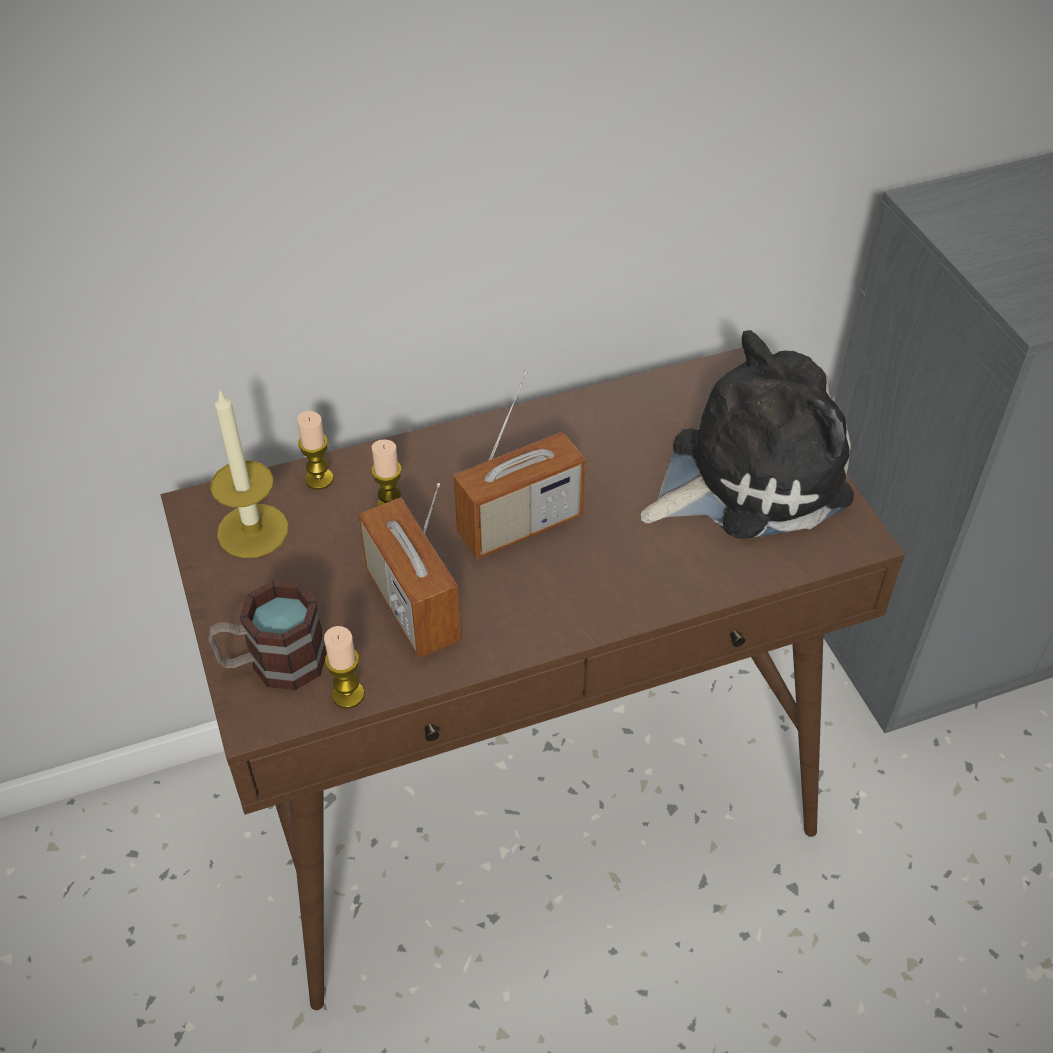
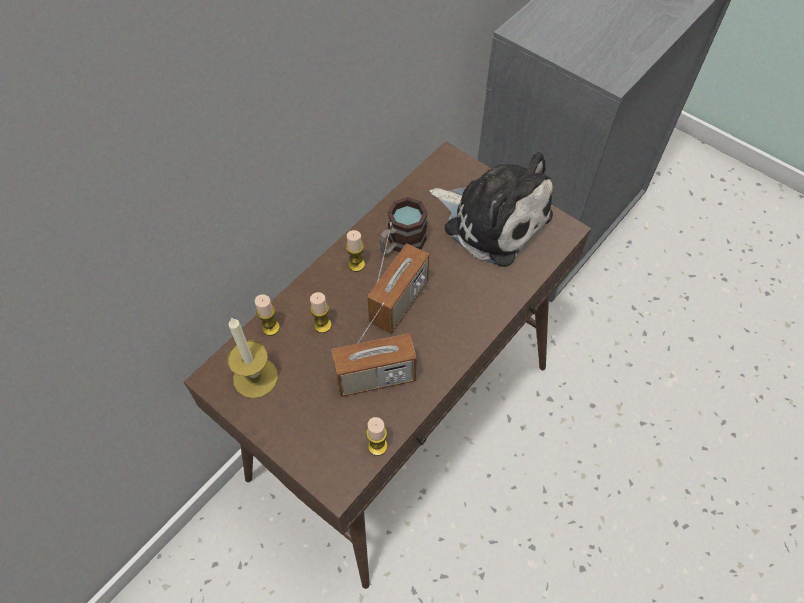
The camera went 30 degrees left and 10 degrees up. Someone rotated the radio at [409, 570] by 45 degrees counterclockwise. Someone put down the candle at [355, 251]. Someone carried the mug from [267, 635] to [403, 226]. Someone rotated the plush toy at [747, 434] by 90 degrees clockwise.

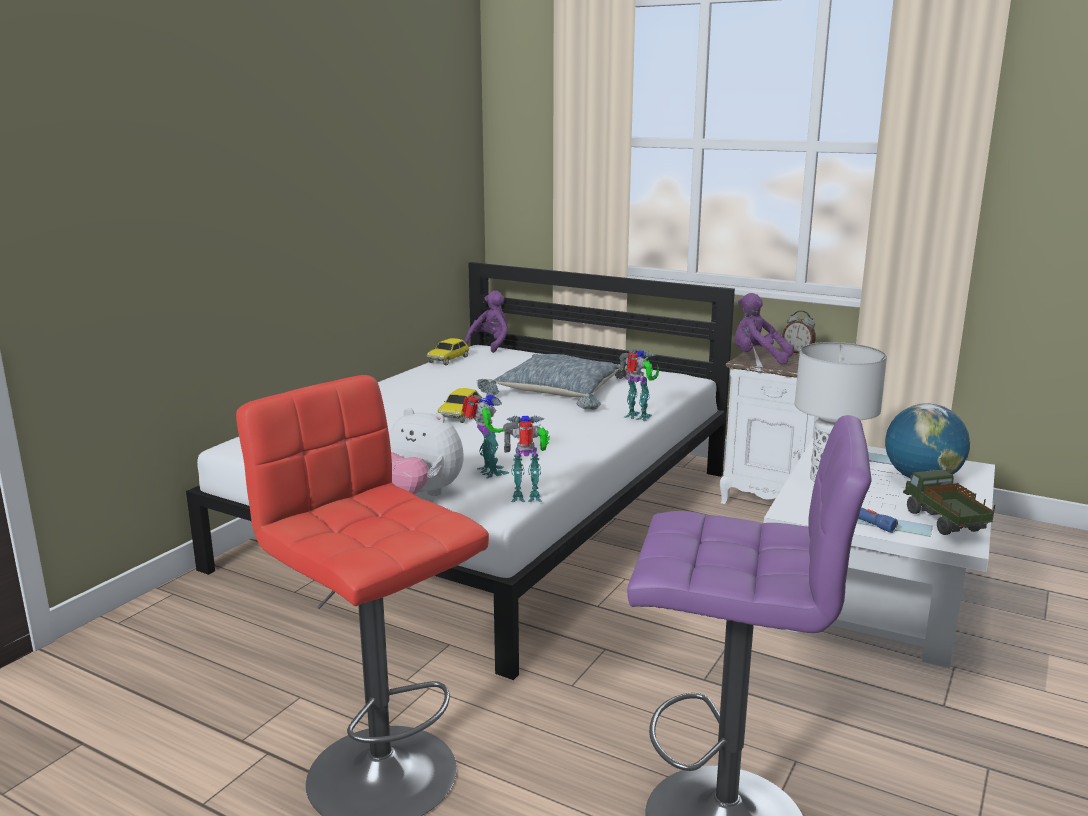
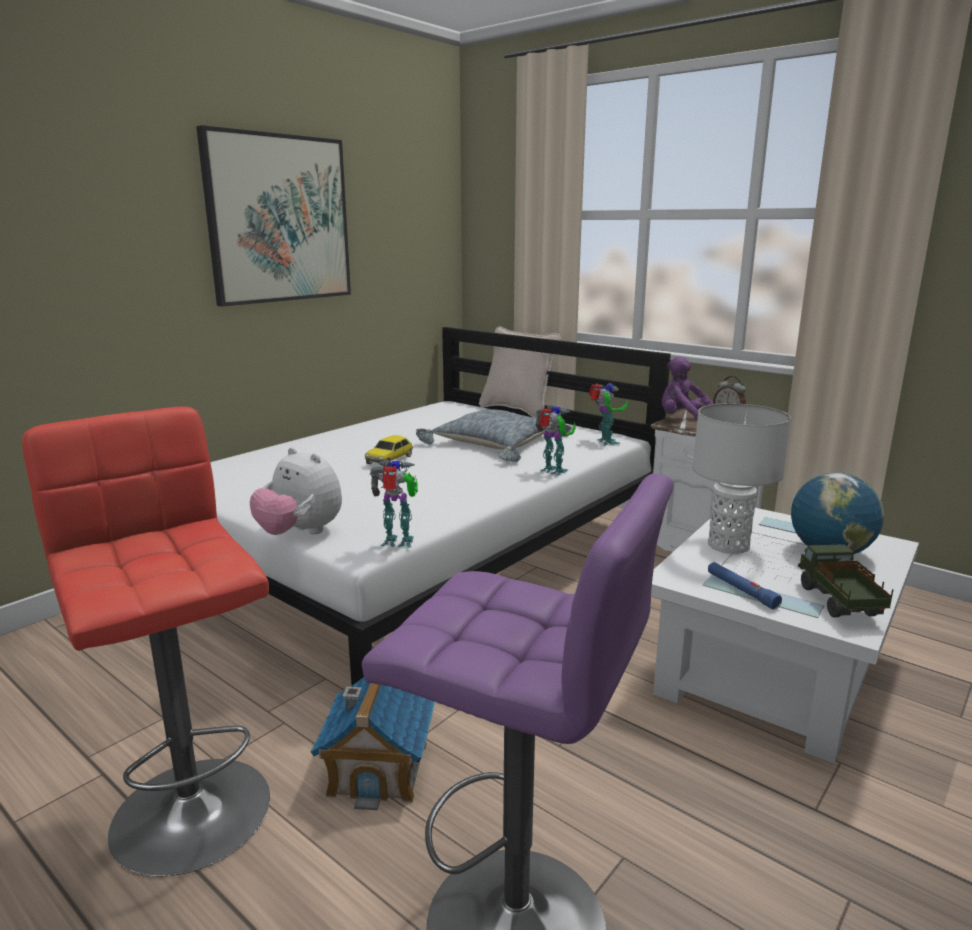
The camera went 10 degrees right and 0 degrees up. Someone put up the picture at [273, 216]. Someone put down the toy house at [373, 743]. Someone put down the beige pillow at [520, 372]. Someone carried the toy robot from [486, 435] to [608, 414]. Someone took away the toy car at [448, 351]. Someone took away the purple plush toy at [486, 321].

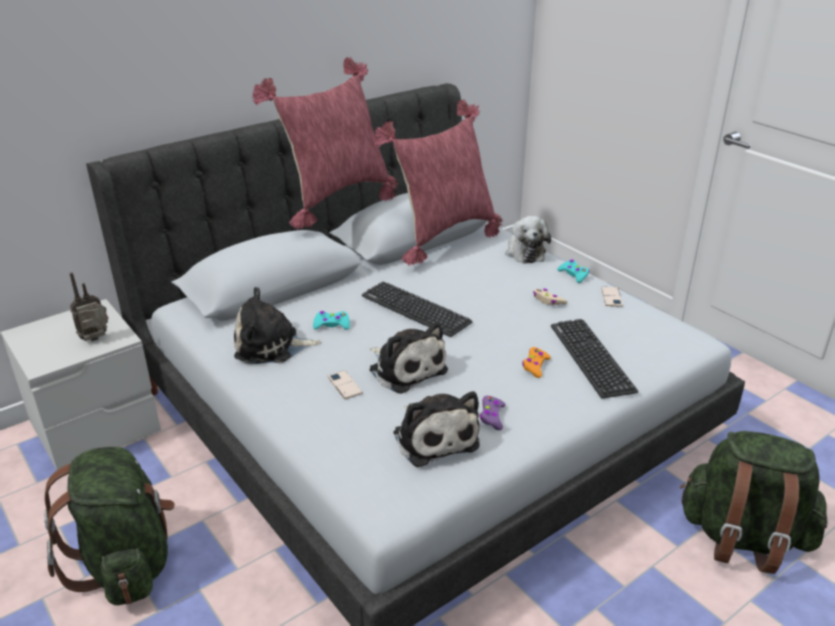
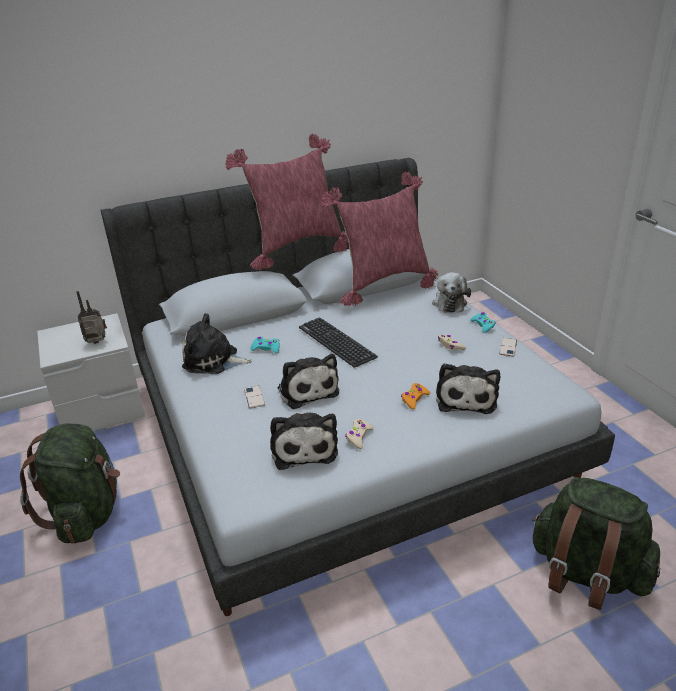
The camera went 15 degrees right and 0 degrees up. Someone repainted the purple game controller at [493, 413], which became the beige game controller at [359, 434]. Someone swapped the keyboard at [594, 359] for the plush toy at [468, 388].

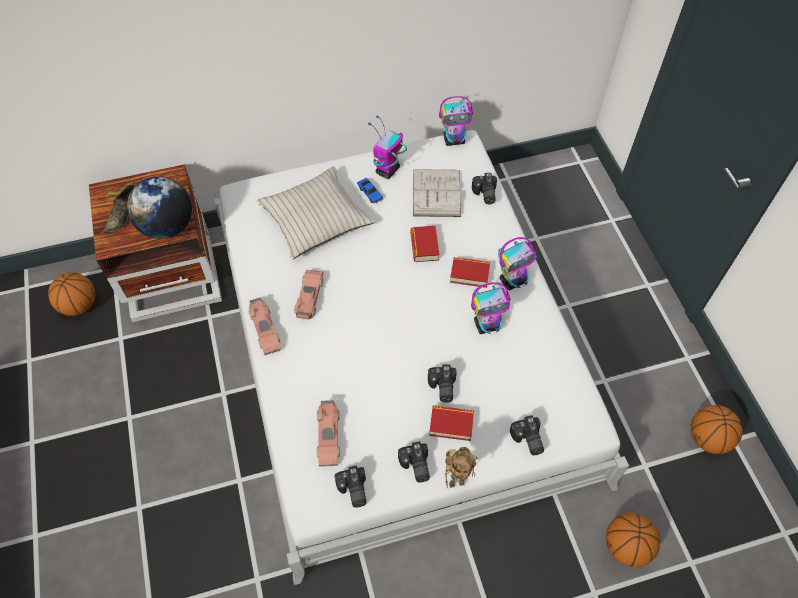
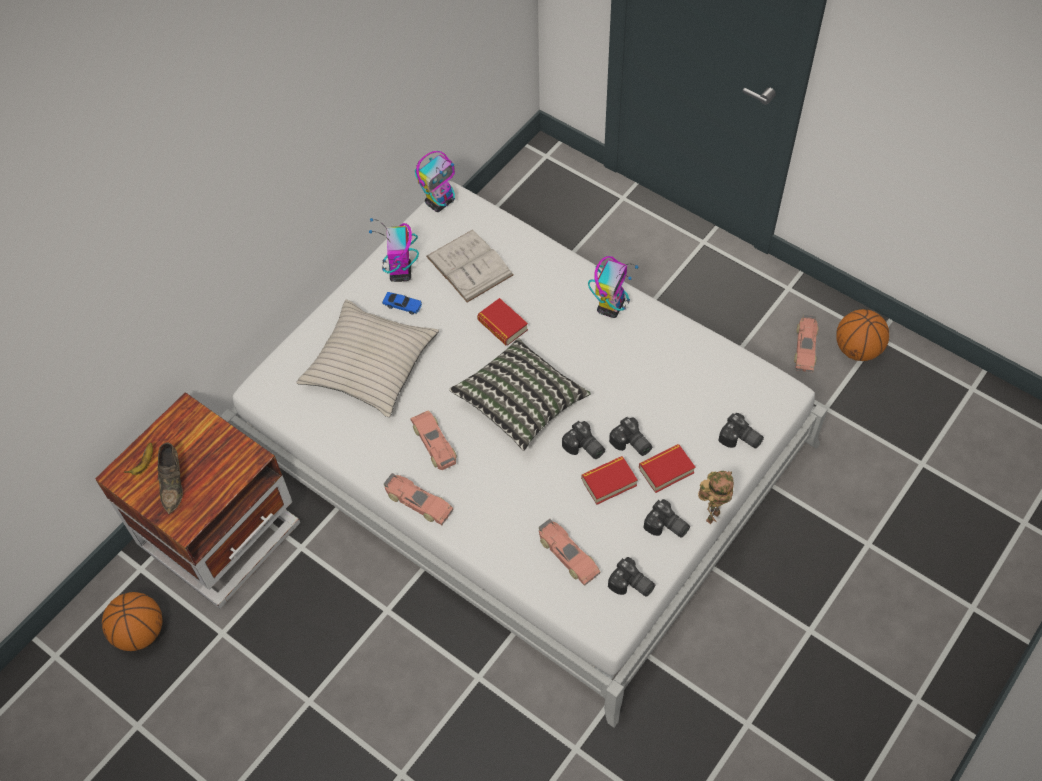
The camera went 35 degrees left and 0 degrees up. Someone put down the pillow at [520, 394]. Someone carried the photo camera from [484, 188] to [583, 440]. Someone carried the book from [470, 272] to [609, 480]. Someone put down the toy car at [806, 343]. Someone took away the globe at [159, 207]. Someone took away the toy robot at [491, 308]. Someone took away the basketball at [633, 540].

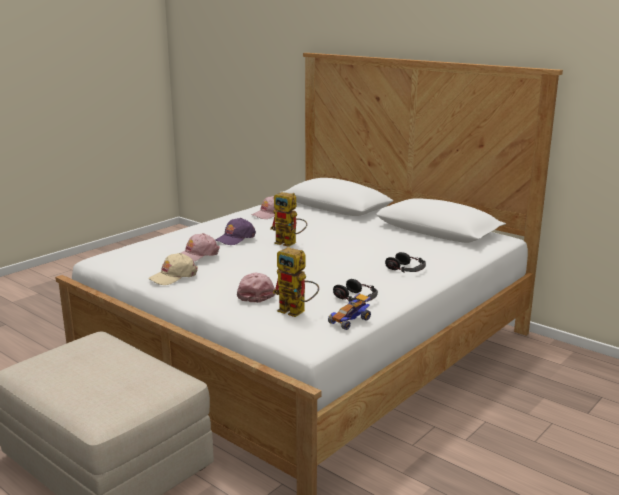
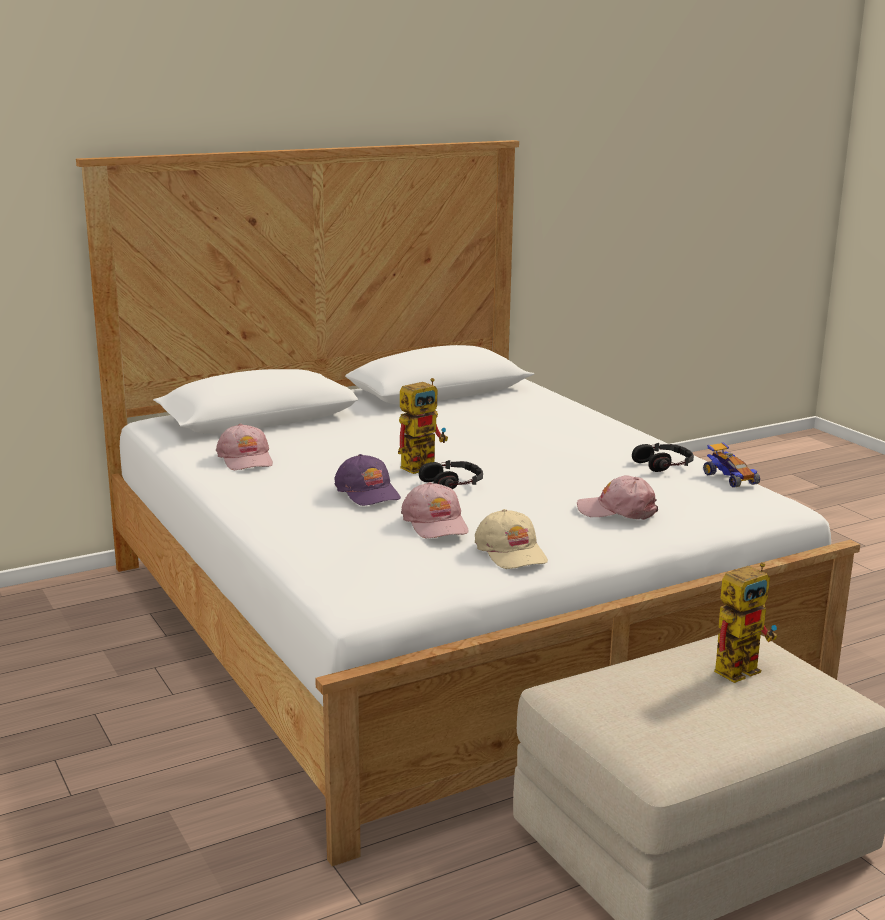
The camera went 70 degrees left and 0 degrees up. Someone carried the headphones from [405, 262] to [451, 474]. Someone carried the toy robot from [296, 282] to [746, 622].

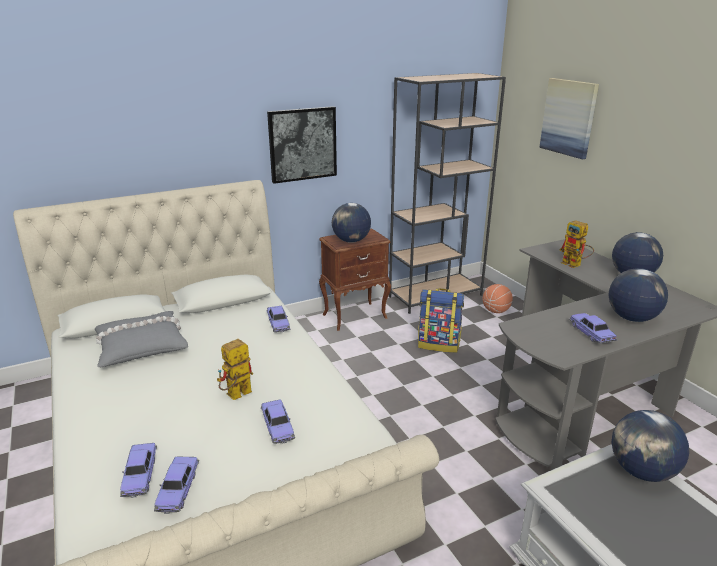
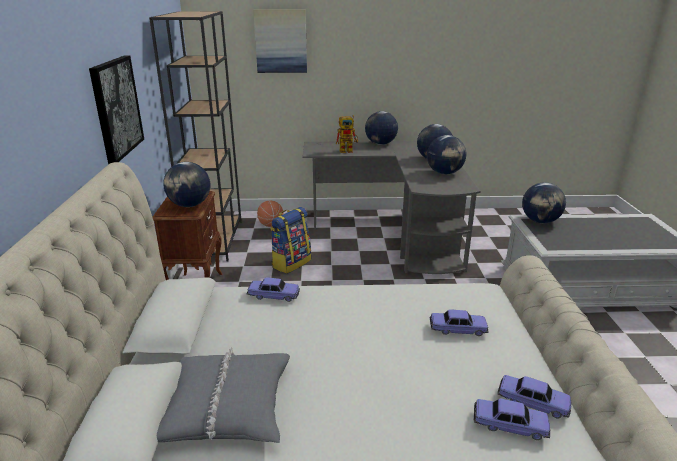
The camera went 65 degrees left and 0 degrees up. Someone swapped the toy car at [593, 328] for the globe at [446, 155]. Someone took away the toy robot at [235, 369].

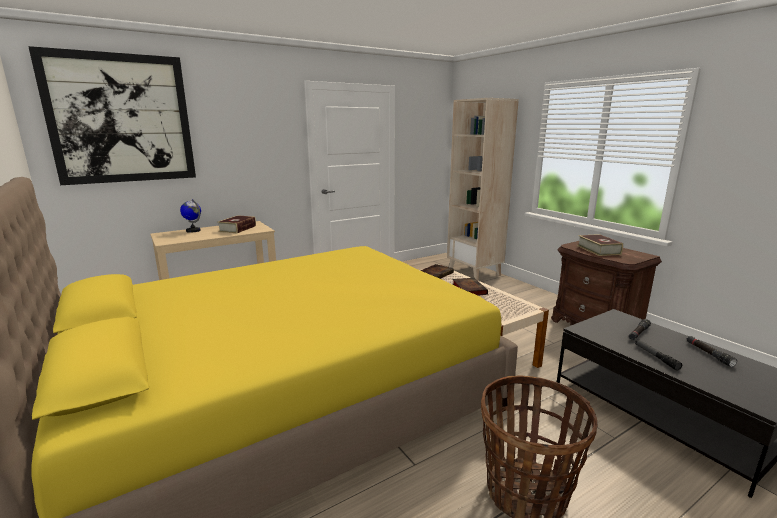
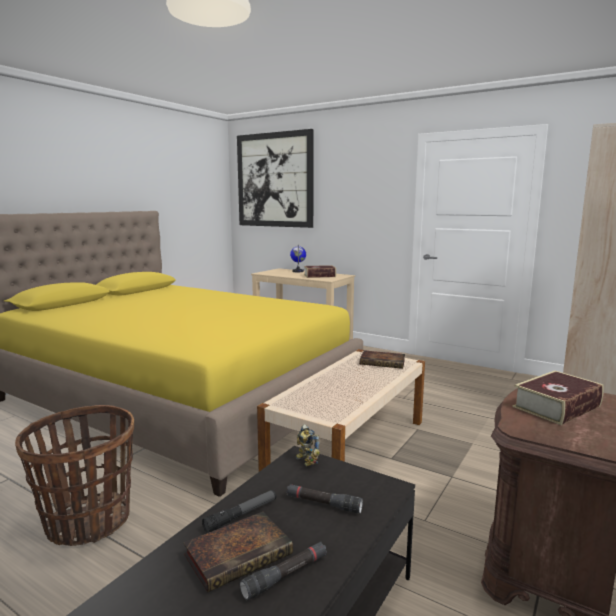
The camera went 65 degrees right and 5 degrees down. Someone carried the book from [470, 287] to [238, 552]. Someone put down the toy robot at [307, 445].

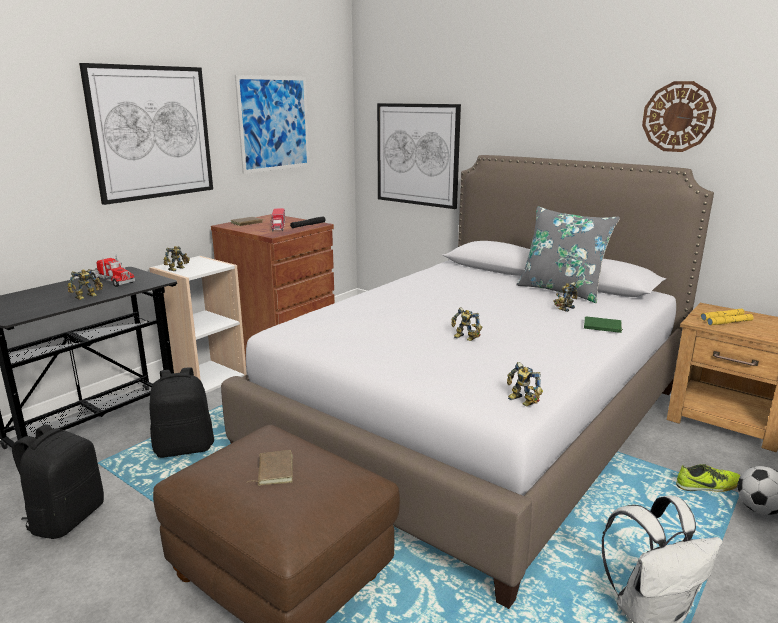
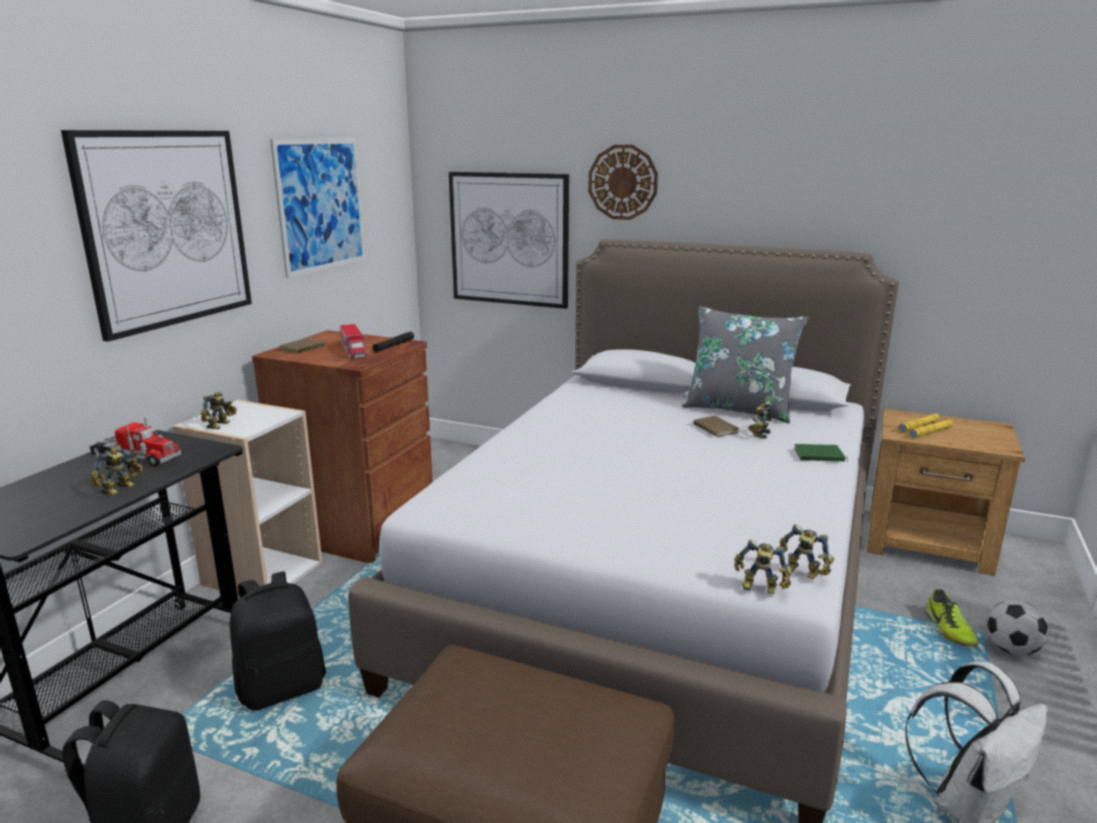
The camera went 15 degrees left and 0 degrees up. Someone carried the wall clock from [679, 116] to [623, 182]. Someone carried the brown book from [269, 467] to [716, 426]. Someone carried the toy robot from [467, 324] to [763, 566]. Someone rotated the shoe at [708, 478] by 105 degrees clockwise.

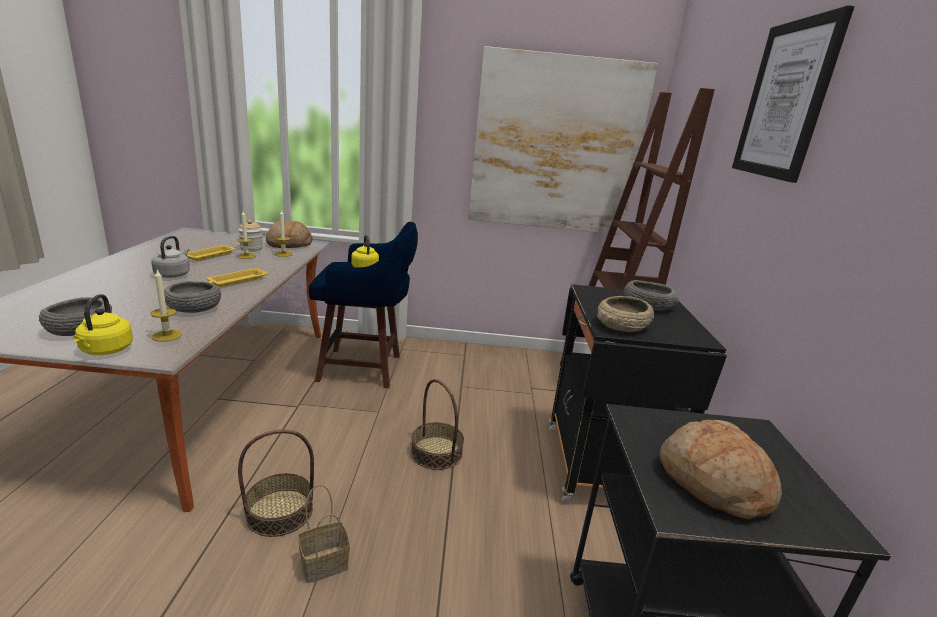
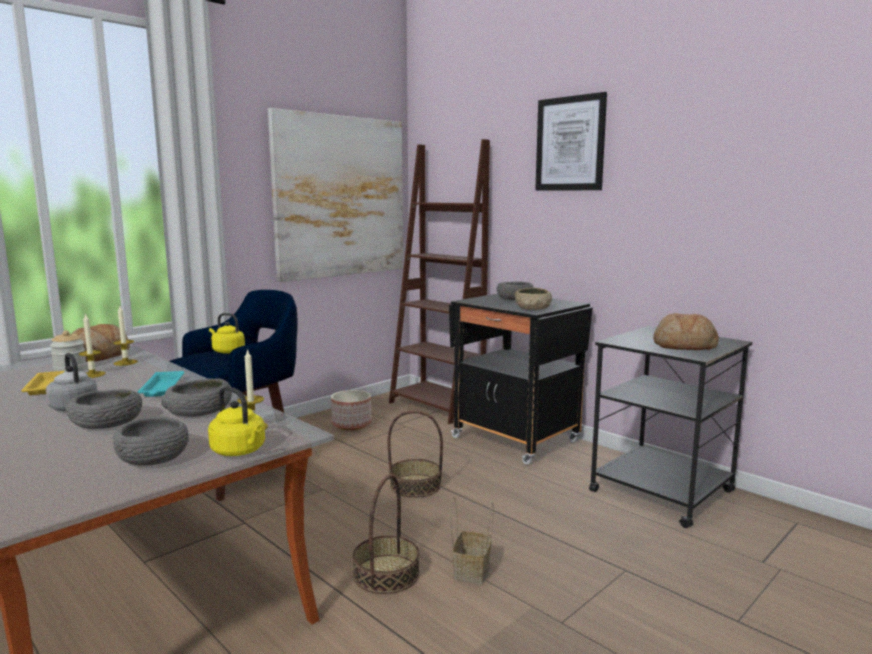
The camera went 45 degrees left and 10 degrees down. Someone put down the grey bowl at [103, 409]. Someone repainted the yellow tray at [237, 277], which became the turquoise tray at [161, 384]. Someone put down the planter at [351, 410].

